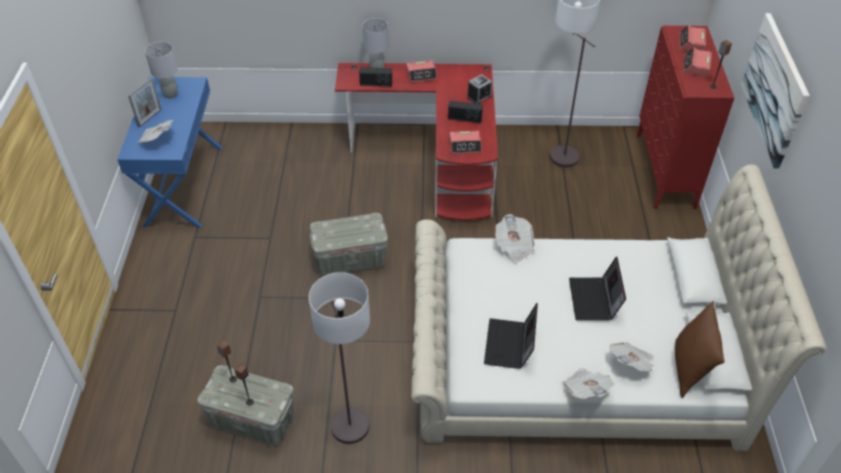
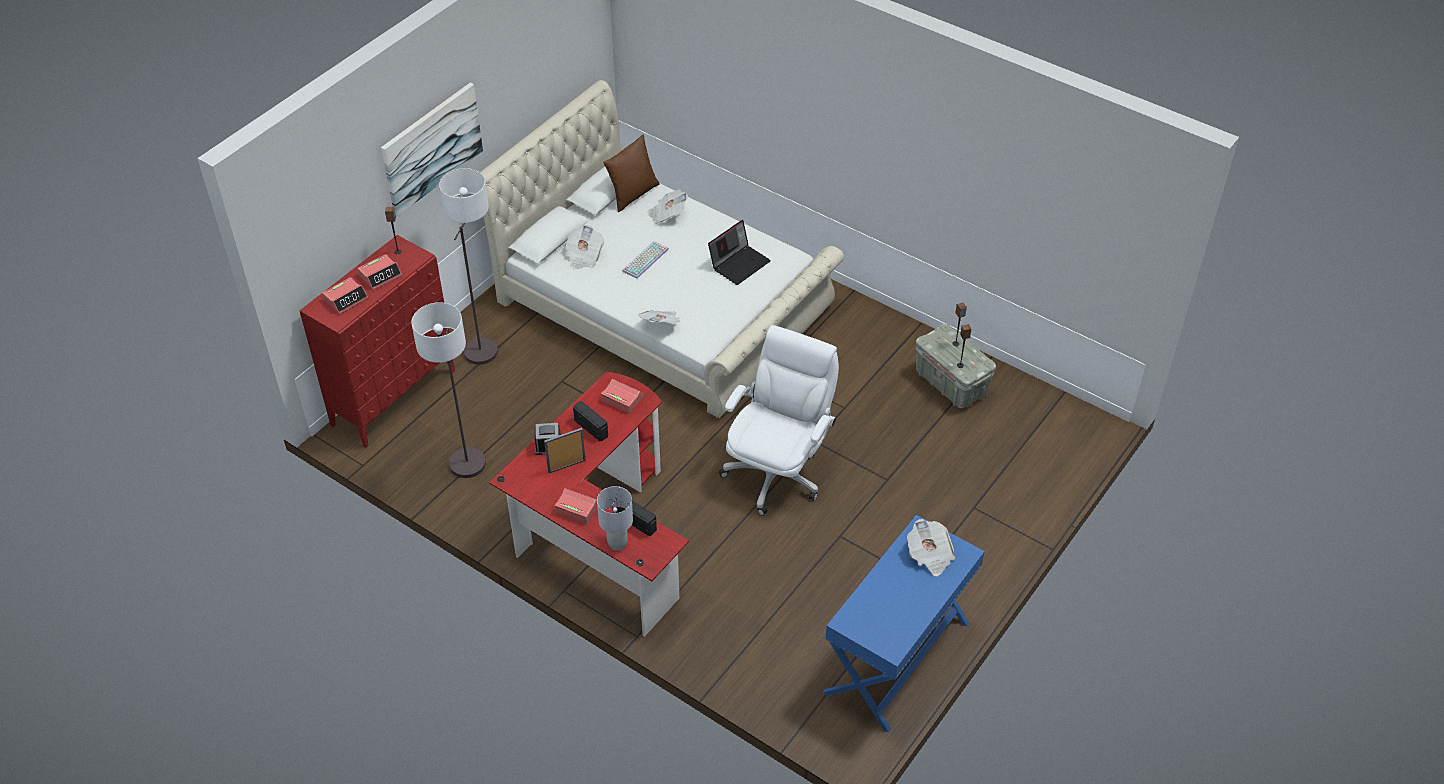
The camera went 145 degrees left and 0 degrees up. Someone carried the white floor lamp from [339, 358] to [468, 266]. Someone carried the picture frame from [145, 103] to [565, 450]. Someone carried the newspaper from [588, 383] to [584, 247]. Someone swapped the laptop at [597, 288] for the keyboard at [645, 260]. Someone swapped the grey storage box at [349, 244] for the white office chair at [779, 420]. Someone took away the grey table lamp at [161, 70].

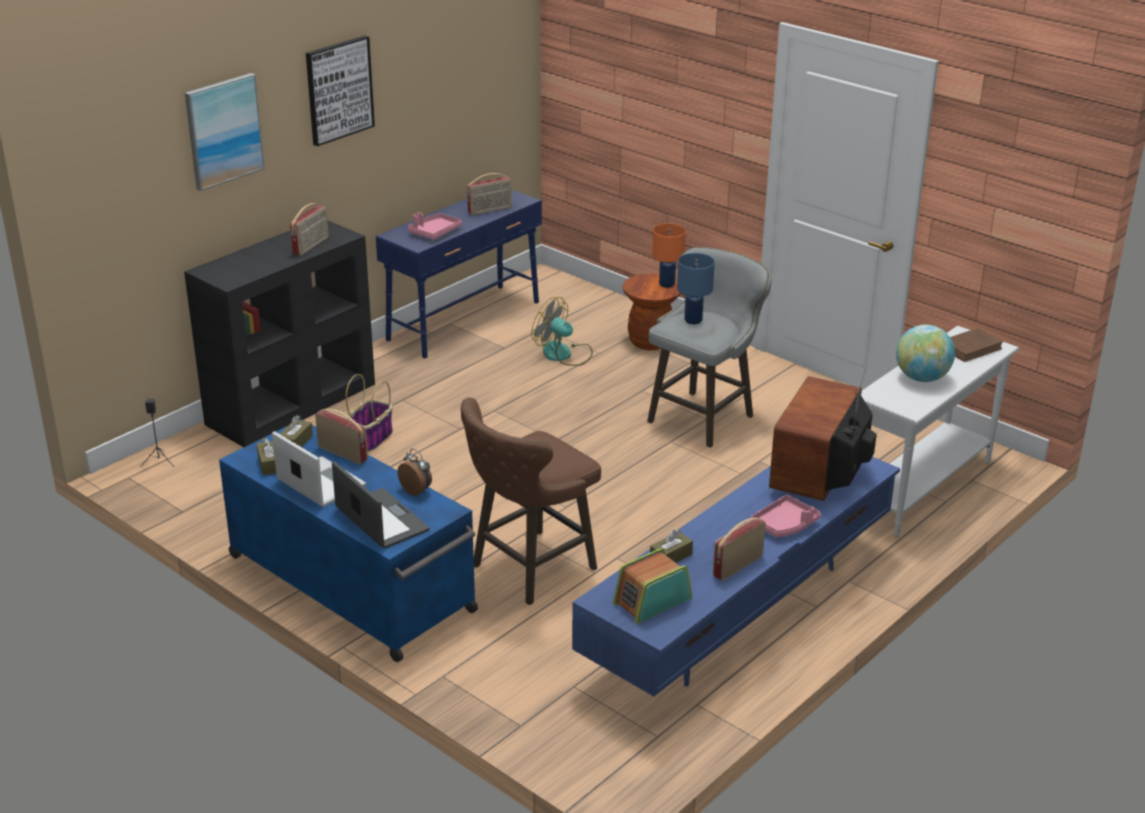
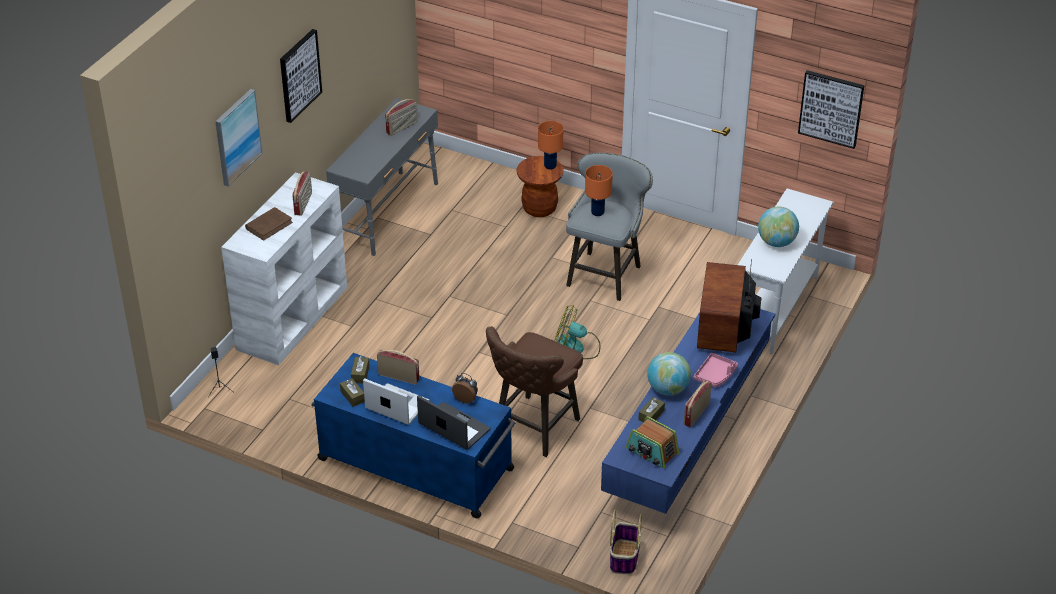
The camera went 15 degrees left and 10 degrees up. Someone repainted the black bookcase at [279, 333], which became the white bookcase at [284, 268]. Someone carried the brown book from [976, 345] to [269, 224]. Someone repainted the blue console table at [459, 274], which became the grey console table at [382, 177]. Someone carried the fan from [562, 331] to [578, 332]. Someone repainted the blue table lamp at [696, 288], which became the orange table lamp at [599, 190]. Someone carried the basket from [369, 413] to [626, 542]. Someone rotated the radio at [652, 586] by 90 degrees counterclockwise. Someone put down the globe at [669, 374]. Someone put up the picture at [831, 109]. Someone took away the pink tray at [434, 226].

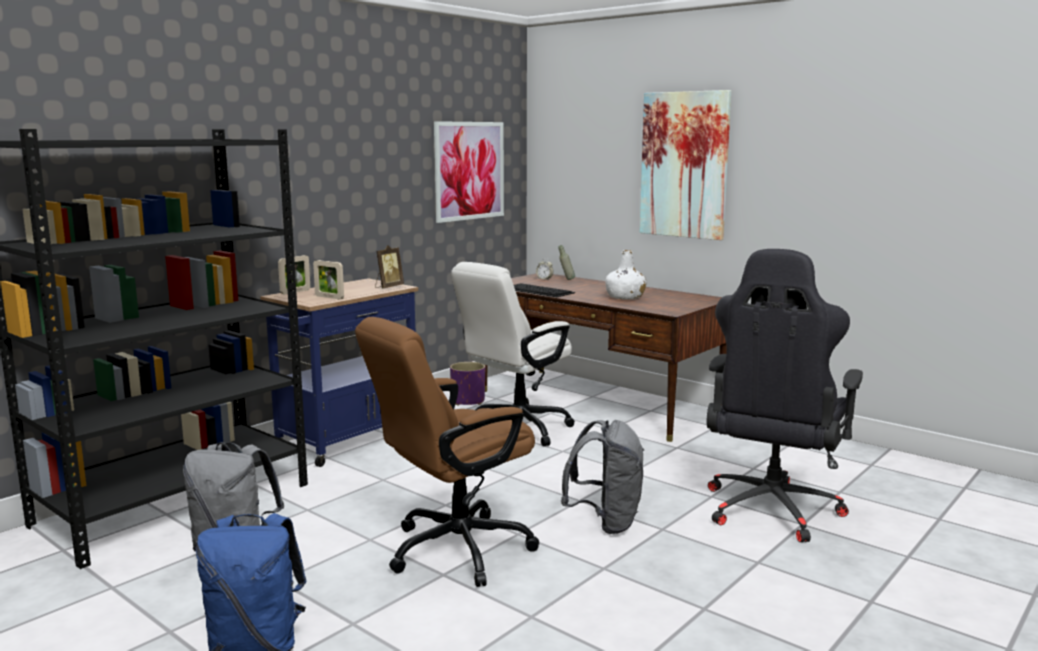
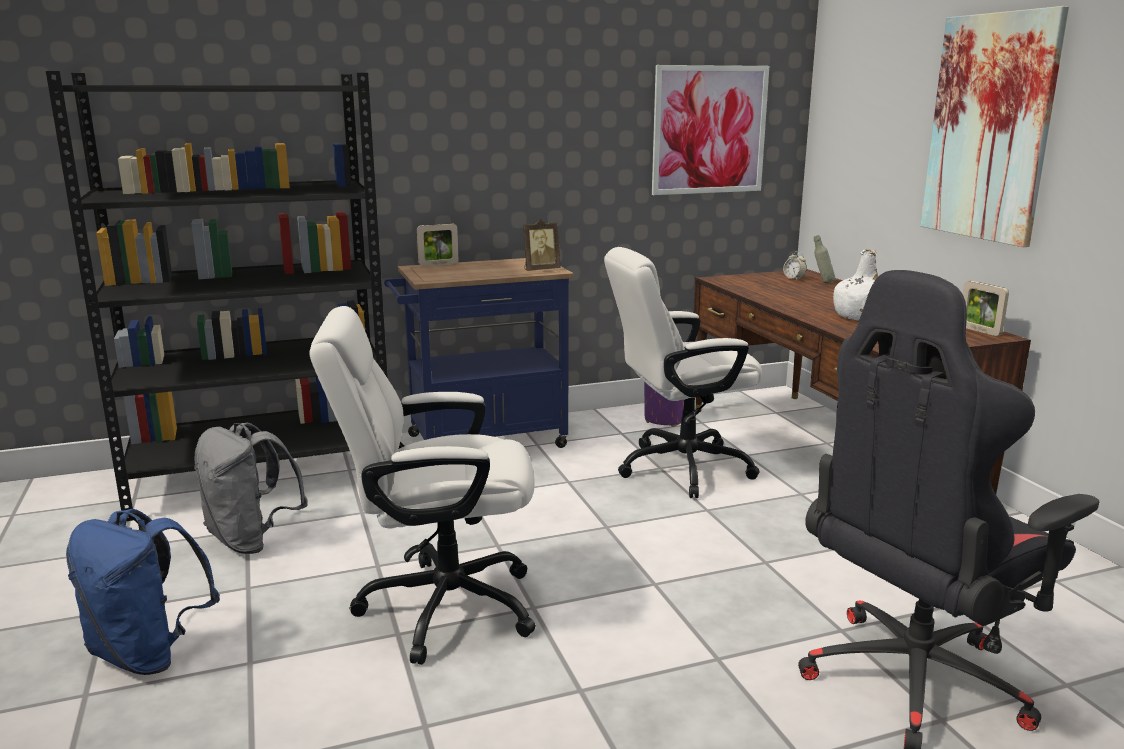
The camera went 30 degrees right and 5 degrees up. Someone repainted the brown office chair at [447, 452], which became the white office chair at [422, 485]. Someone carried the picture frame from [328, 279] to [986, 308]. Someone took away the keyboard at [544, 290]. Someone took away the grey backpack at [602, 477].

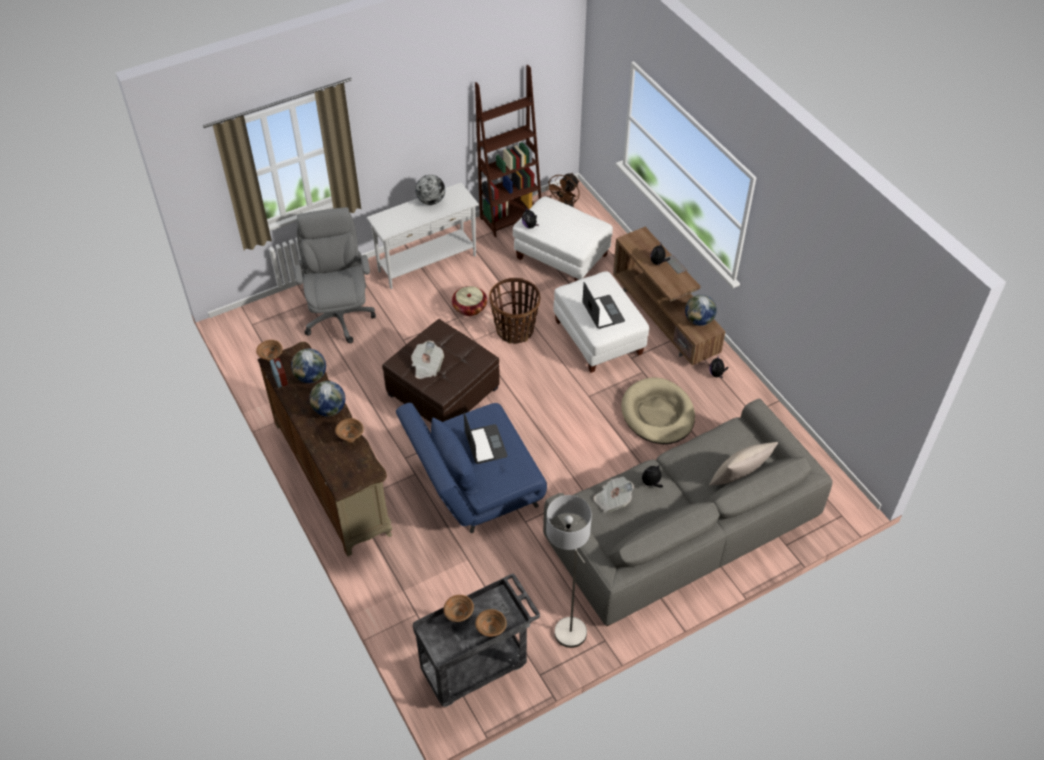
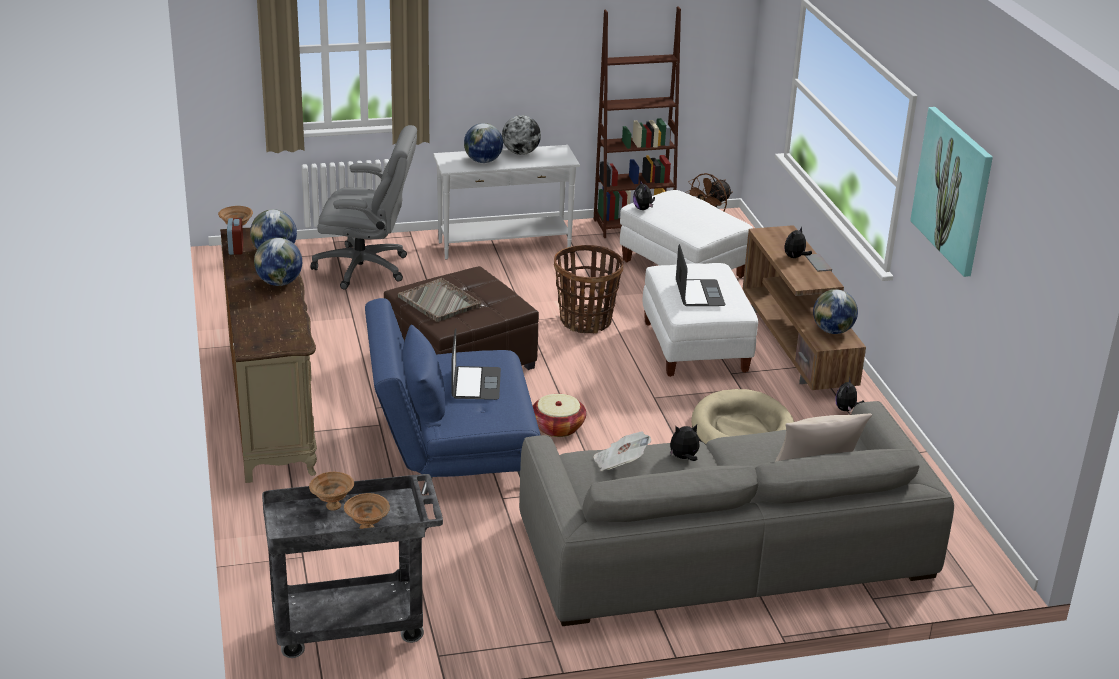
The camera went 15 degrees right and 20 degrees down. Someone rotated the grey office chair at [335, 275] by 90 degrees clockwise. Someone swapped the newspaper at [427, 360] for the grey tray at [439, 300]. Someone put down the globe at [483, 143]. Someone carried the basket from [469, 301] to [559, 415]. Someone put up the picture at [951, 192]. Someone took away the brown bowl at [349, 430]. Someone took away the grey floor lamp at [569, 571].

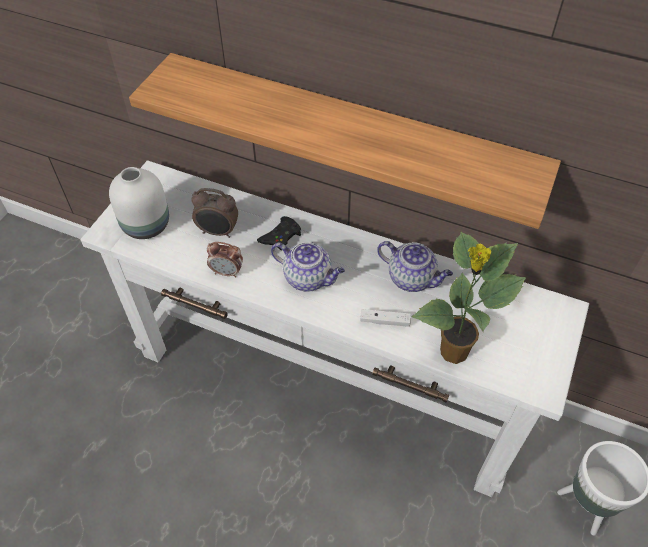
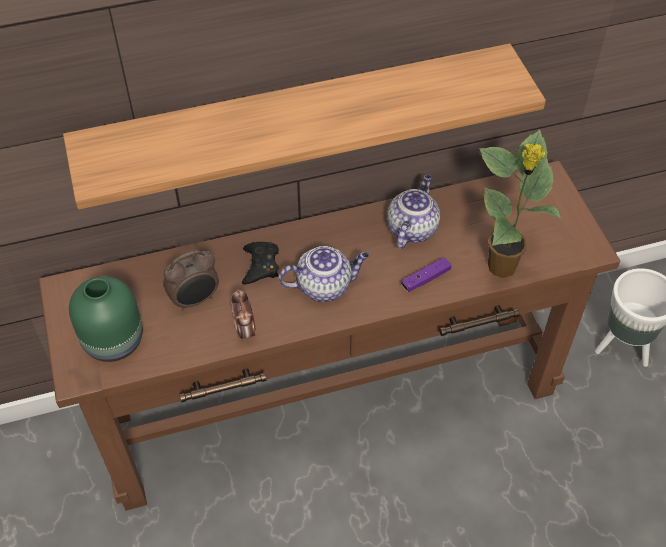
The camera went 40 degrees left and 0 degrees up. Someone repainted the white console table at [334, 328], which became the brown console table at [329, 336]. Someone repainted the white vase at [139, 203], which became the green vase at [106, 319]. Someone rotated the alarm clock at [225, 260] by 105 degrees clockwise. Someone rotated the teapot at [415, 266] by 60 degrees counterclockwise. Someone repainted the white game controller at [385, 318], which became the purple game controller at [426, 274].

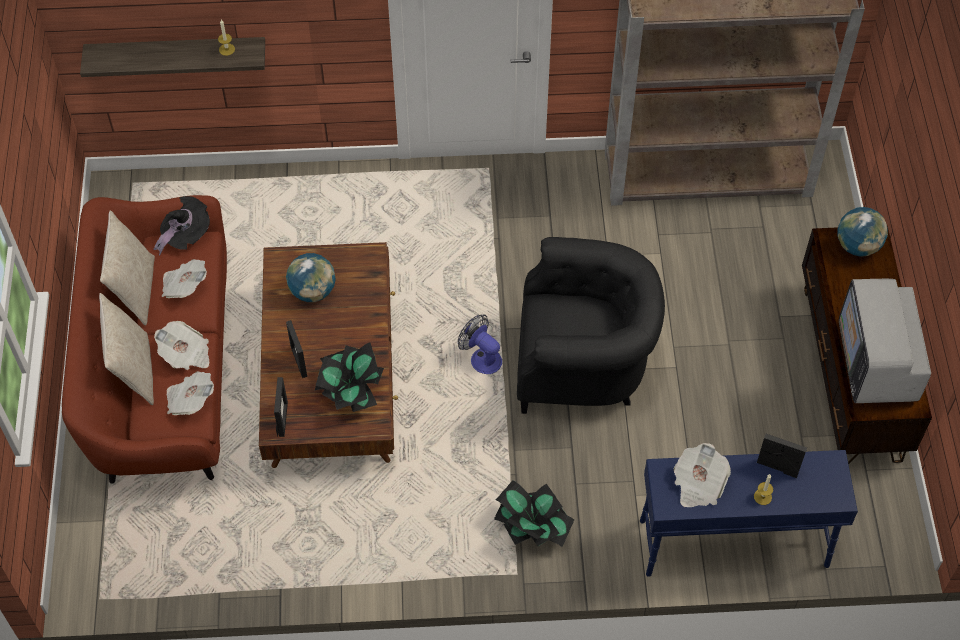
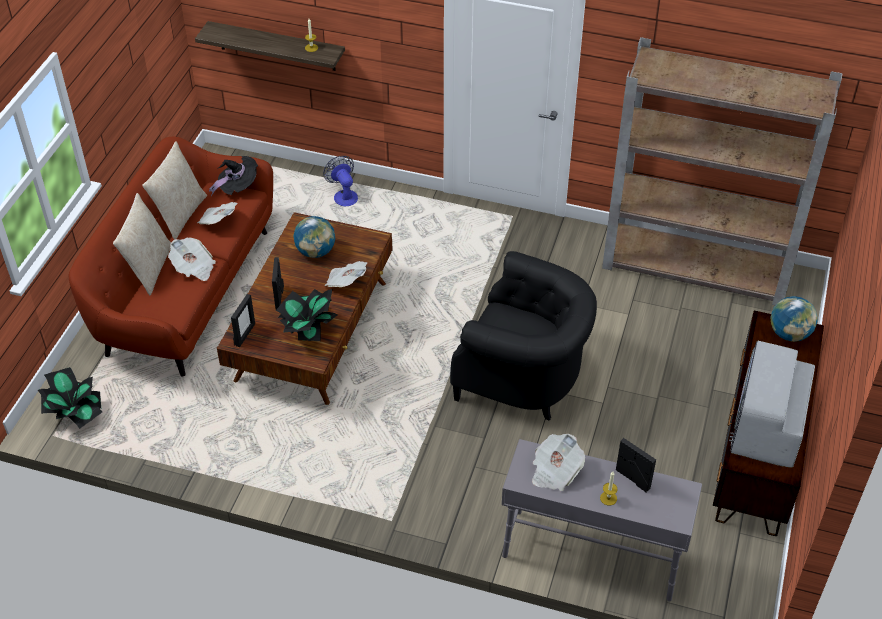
The camera went 20 degrees right and 10 degrees down. Someone carried the potted plant from [534, 513] to [70, 398]. Someone carried the fan from [480, 344] to [340, 181]. Someone carried the newspaper from [190, 393] to [346, 274]. Someone repainted the blue console table at [749, 513], which became the grey console table at [602, 520].

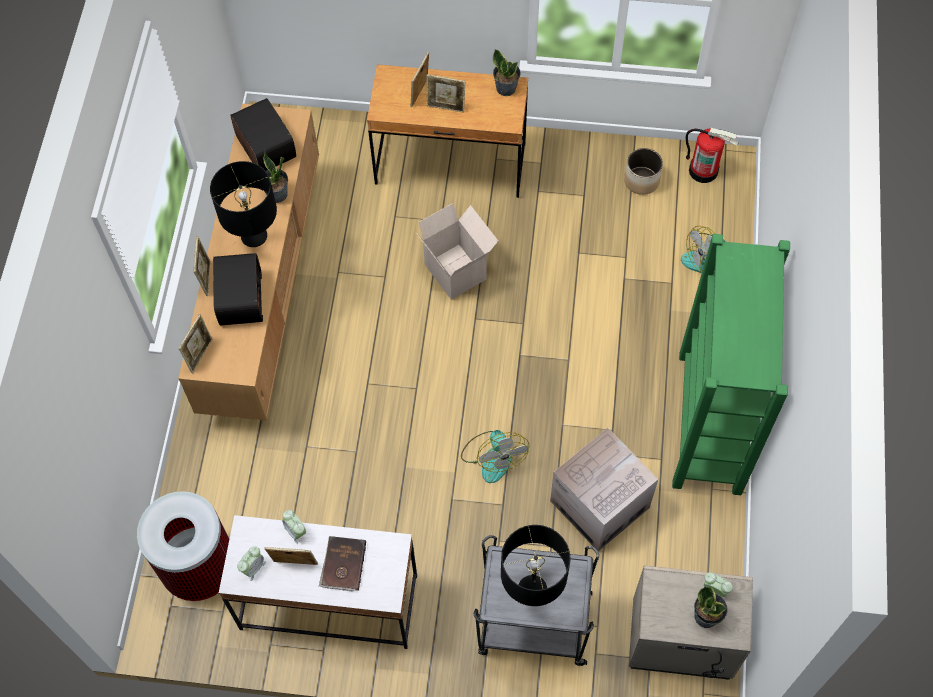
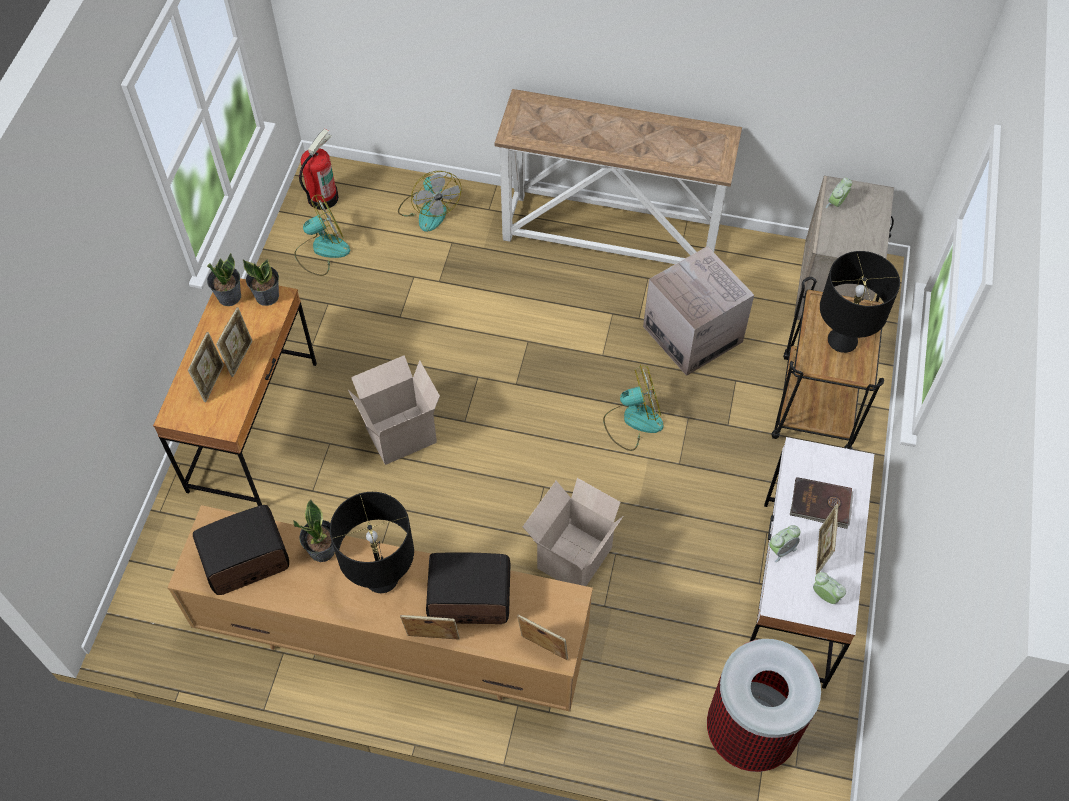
The camera went 85 degrees left and 5 degrees down. Someone rotated the picture frame at [419, 79] by 105 degrees counterclockwise. Someone carried the potted plant from [711, 607] to [261, 282]. Someone swapped the planter at [643, 171] for the fan at [322, 235]. Someone swapped the green bookcase at [731, 364] for the console table at [618, 176]. Someone put down the cardboard box at [572, 532]. Someone repainted the grey cart at [536, 600], which became the brown cart at [828, 363].

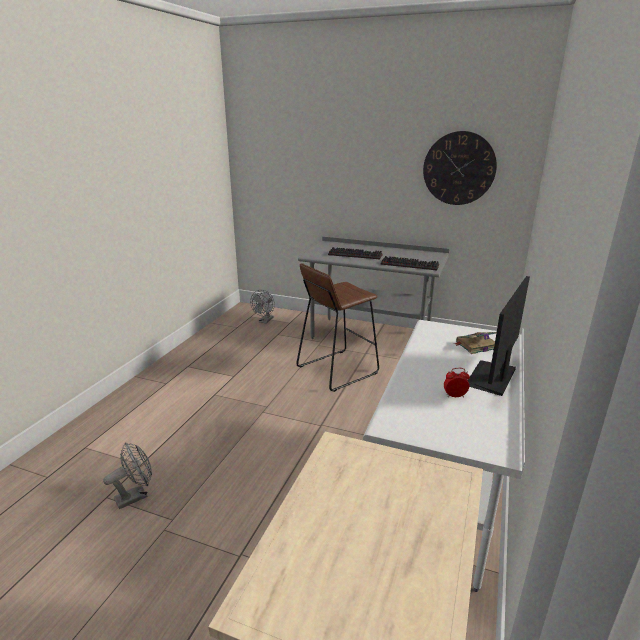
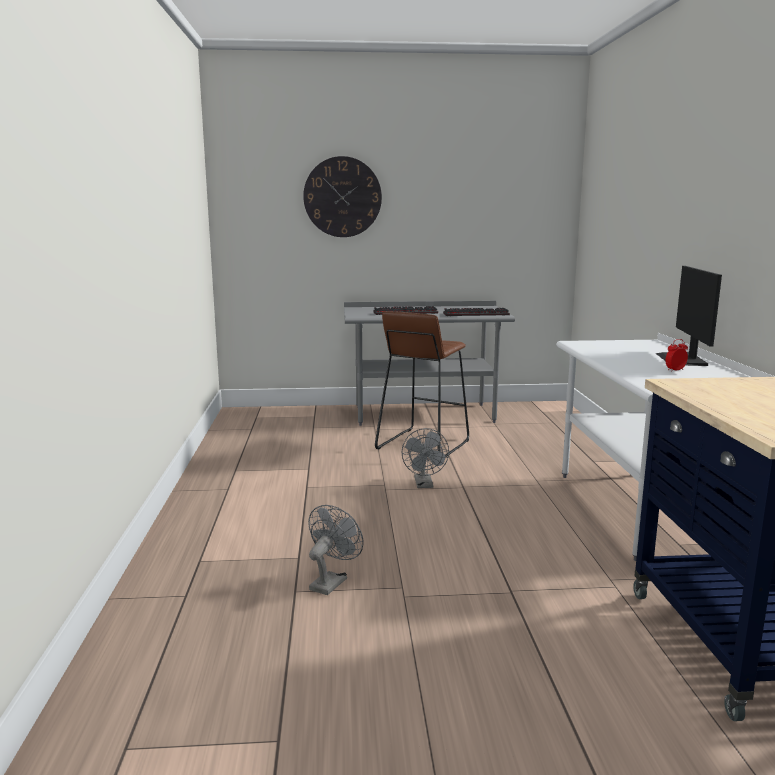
The camera went 25 degrees left and 10 degrees down. Someone carried the wall clock from [460, 168] to [342, 196]. Someone carried the grey fan from [262, 307] to [425, 458]. Someone took away the book at [476, 343].

